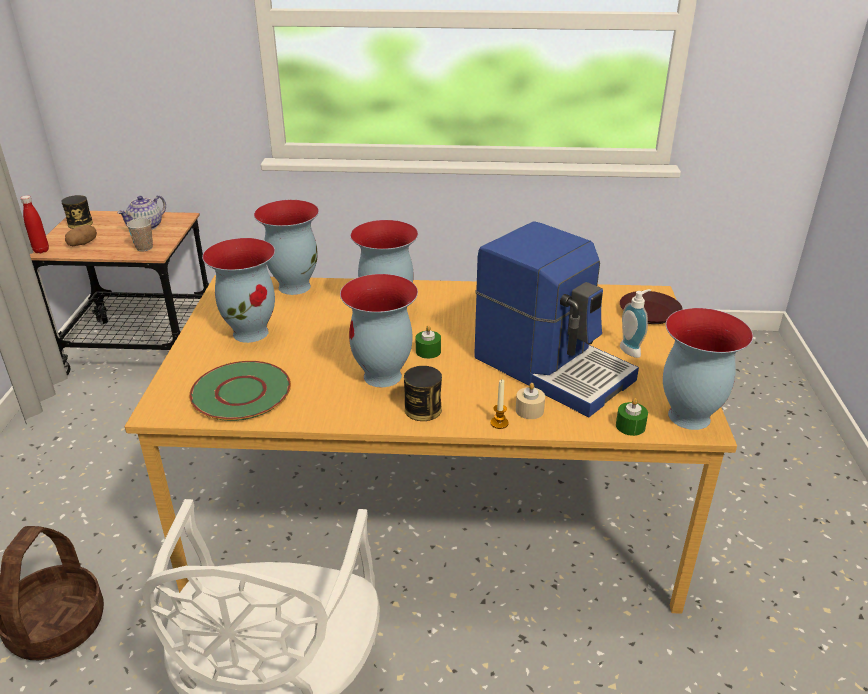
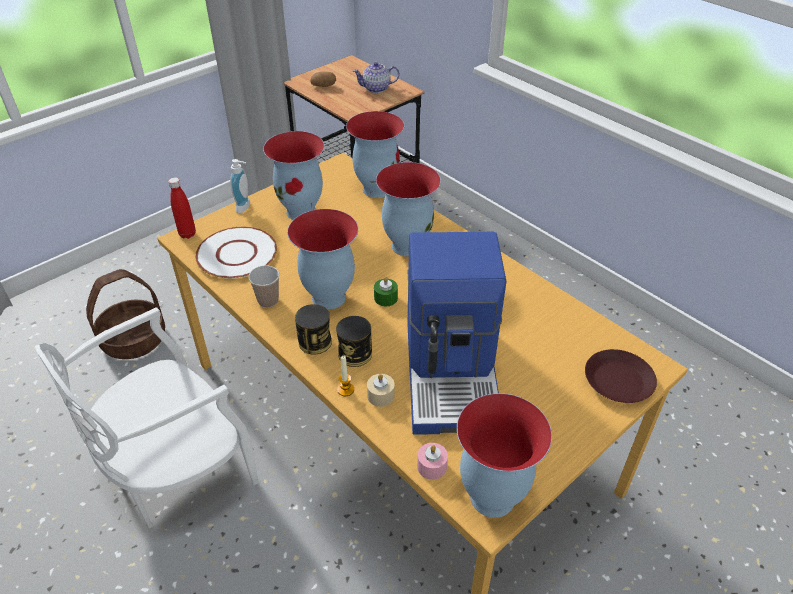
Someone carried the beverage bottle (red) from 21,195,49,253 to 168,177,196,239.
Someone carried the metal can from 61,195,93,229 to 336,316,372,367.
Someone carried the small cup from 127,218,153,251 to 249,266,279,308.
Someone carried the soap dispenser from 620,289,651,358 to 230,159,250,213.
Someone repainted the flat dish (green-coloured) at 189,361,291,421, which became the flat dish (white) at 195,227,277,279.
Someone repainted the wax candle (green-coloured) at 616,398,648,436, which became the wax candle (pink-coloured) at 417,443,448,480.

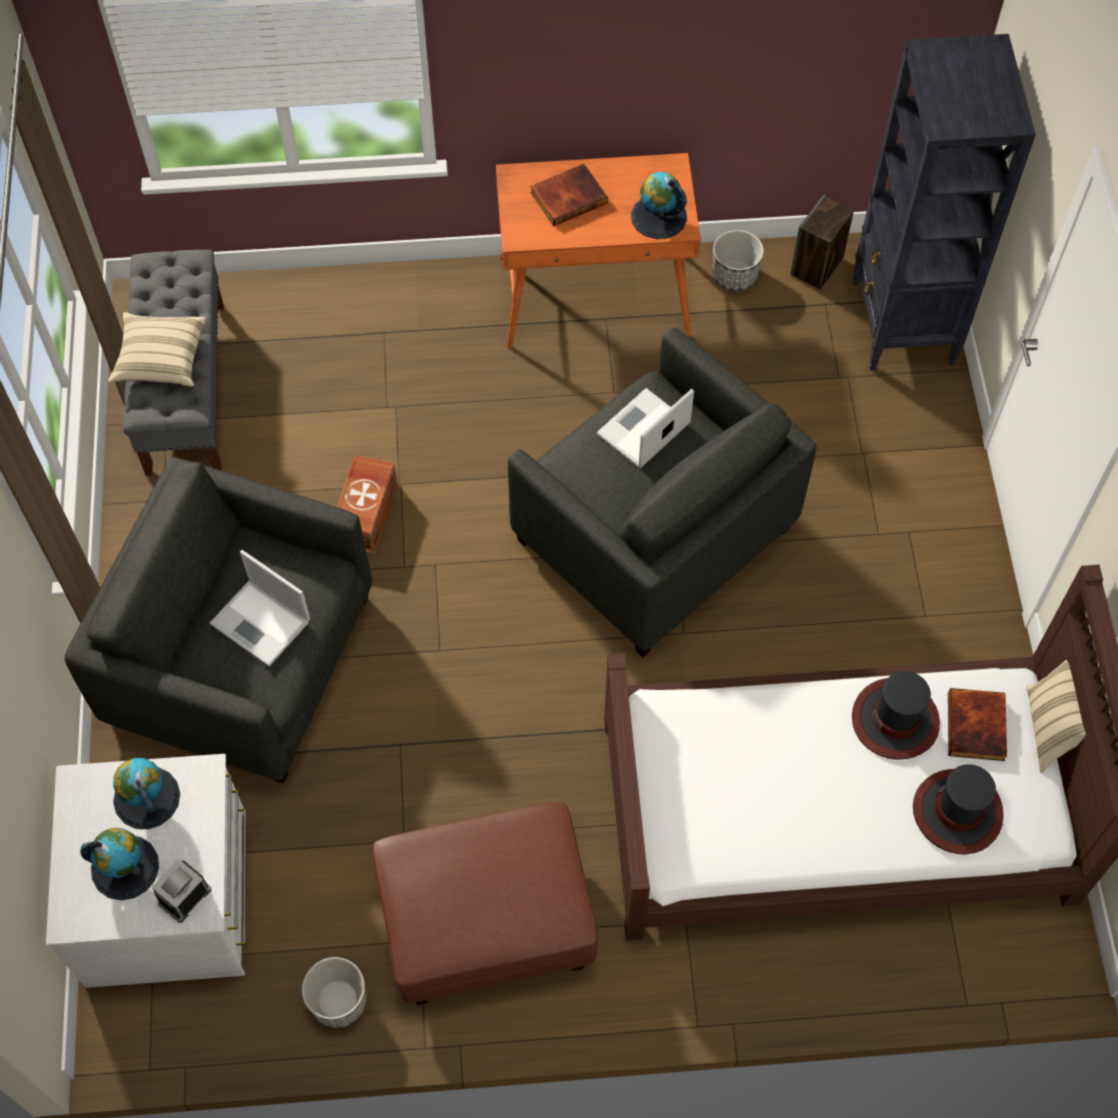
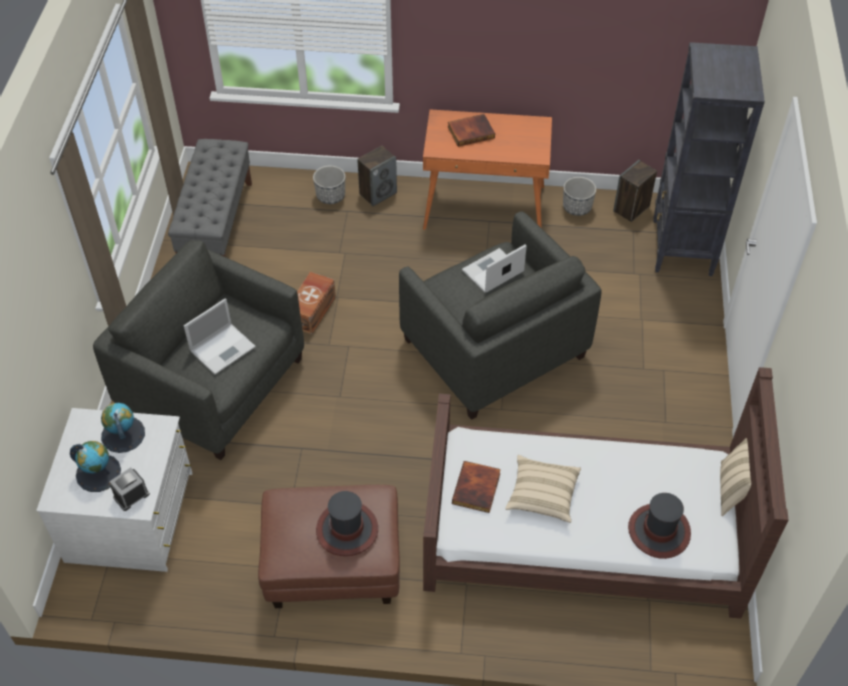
Someone took away the desk globe at 631,172,687,239.
Someone carried the cushion (sand-coloured) from 108,312,206,387 to 505,455,581,523.
Someone rotated the notebook computer at 209,550,310,666 by 90 degrees counterclockwise.
Someone carried the clothing hat from 852,671,940,760 to 316,491,378,556.
Someone carried the book from 948,688,1007,761 to 452,461,501,513.
Someone carried the plant pot from 302,957,366,1028 to 313,166,345,204.
Someone put down the loudspeaker at 357,146,397,206.

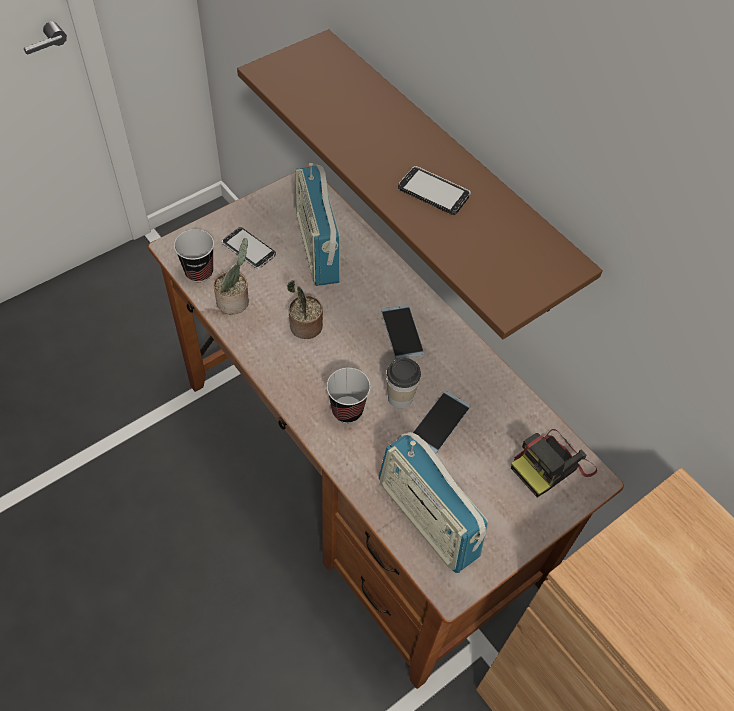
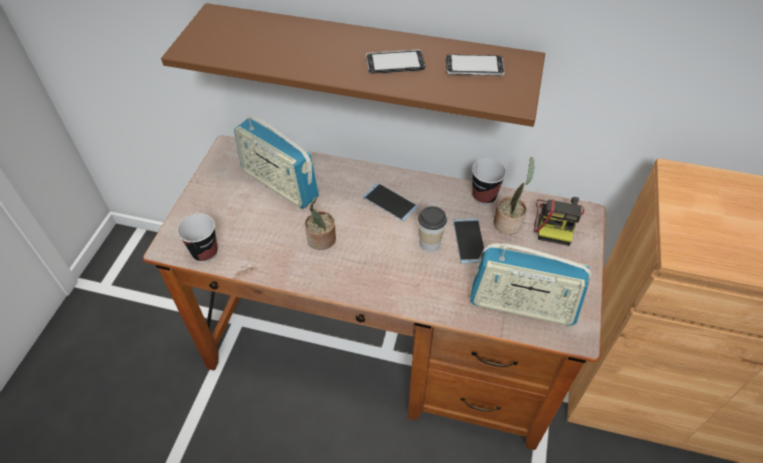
Someone carried the telephone from 222,227,276,269 to 446,54,505,76.
Someone carried the houseplant from 213,238,249,314 to 494,157,535,235.
Someone carried the small cup from 326,368,371,423 to 472,158,506,204.

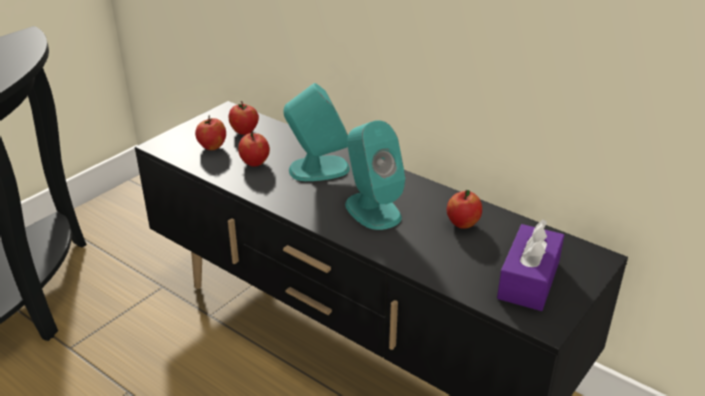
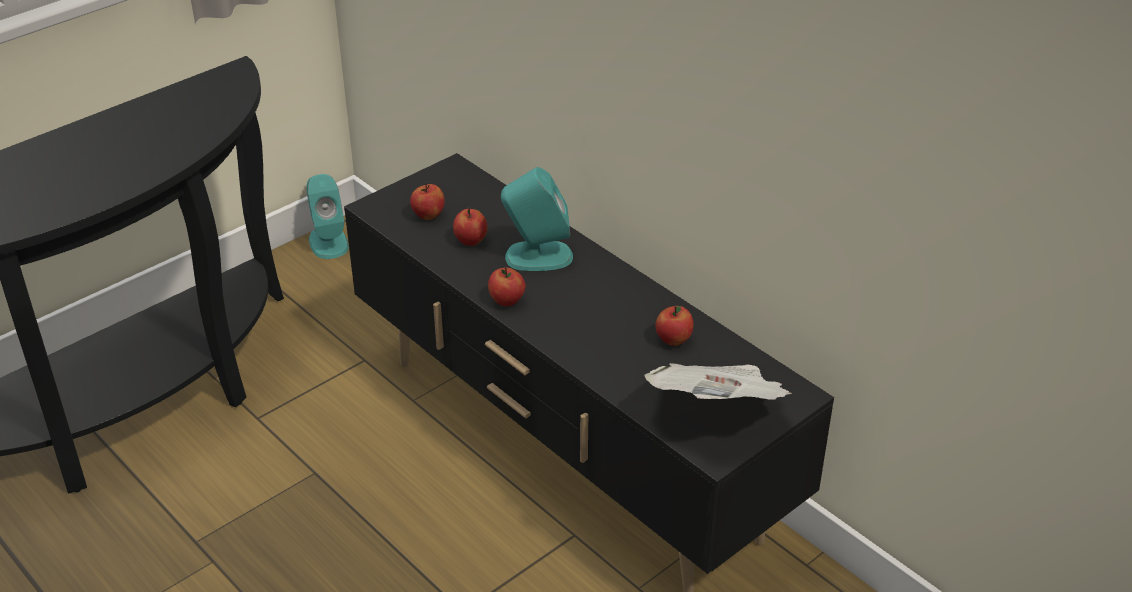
Someone carried the apple from 229,101,259,135 to 488,267,526,306.
Someone carried the loudspeaker (turquoise) from 345,120,406,230 to 307,174,349,259.
Someone swapped the tissue holder (purplish) at 497,219,564,311 for the printed paper at 645,363,792,400.

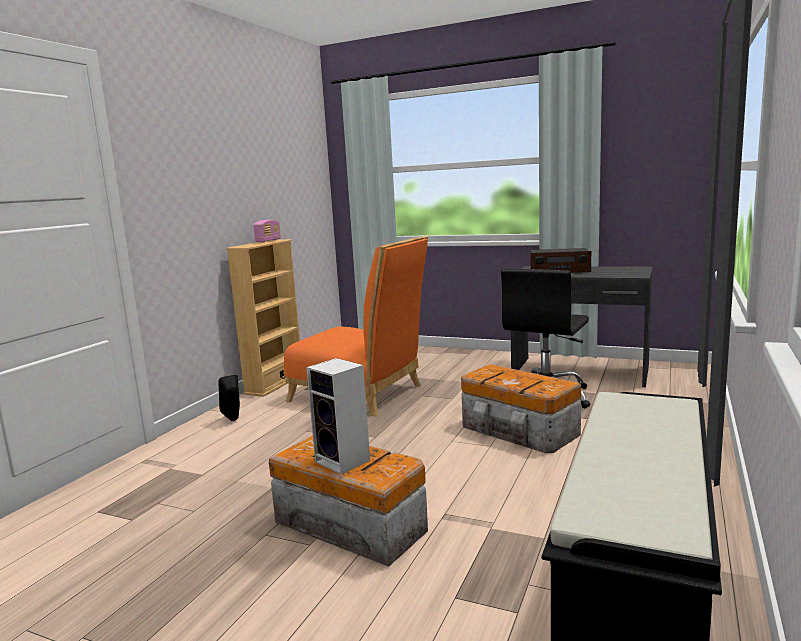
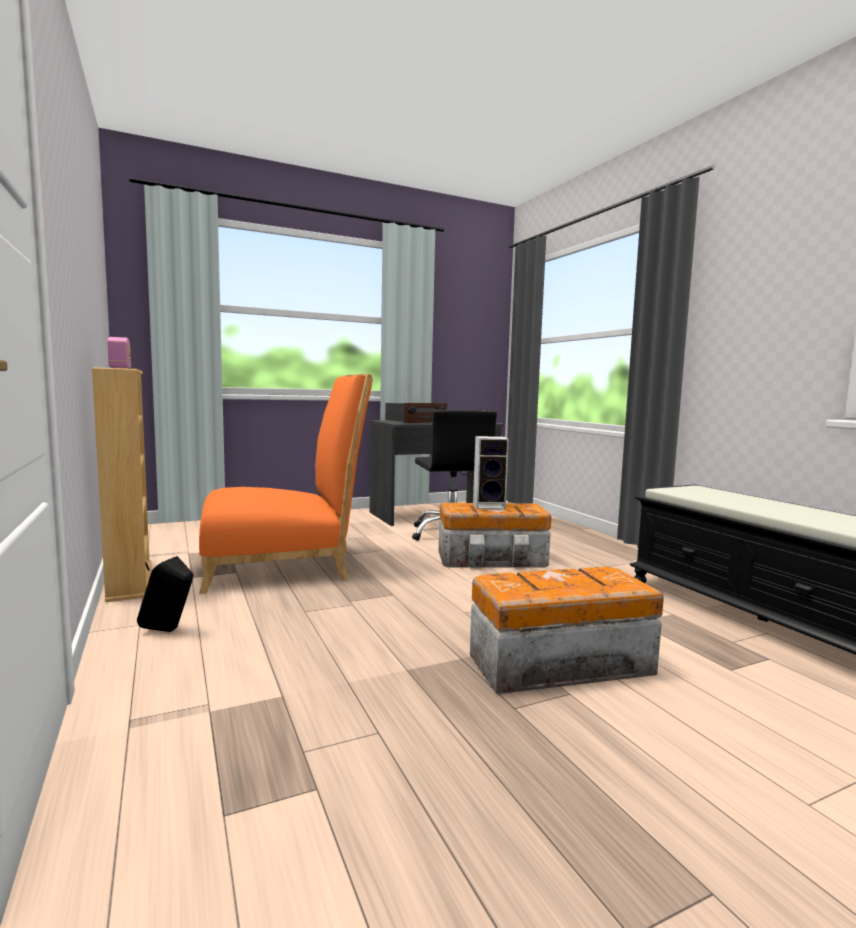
Someone carried the loudspeaker from 306,358,370,474 to 473,436,509,509.

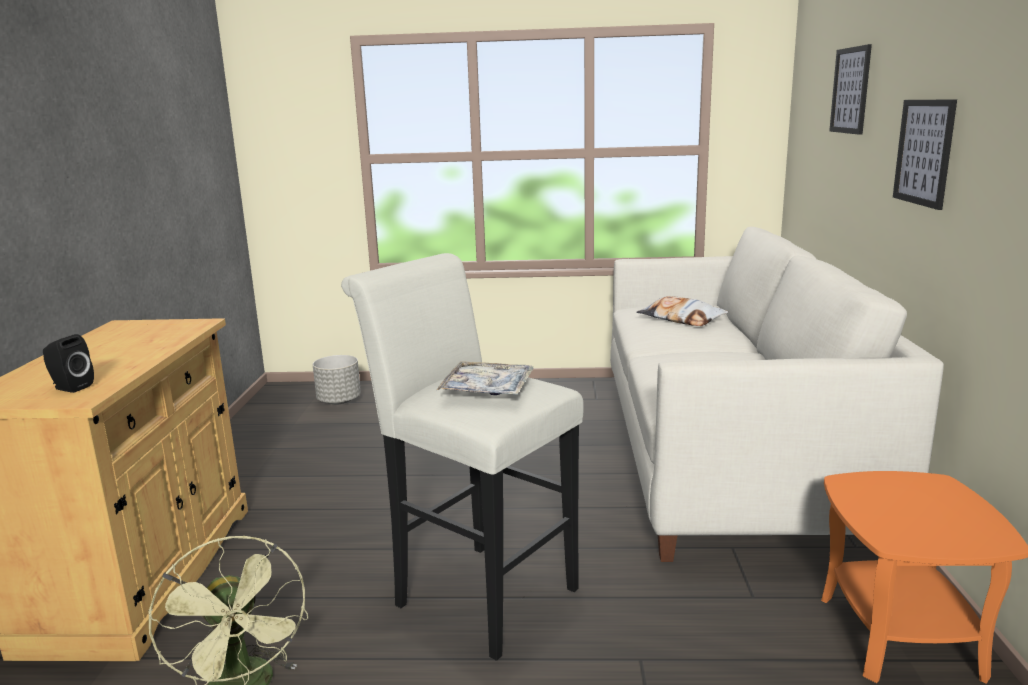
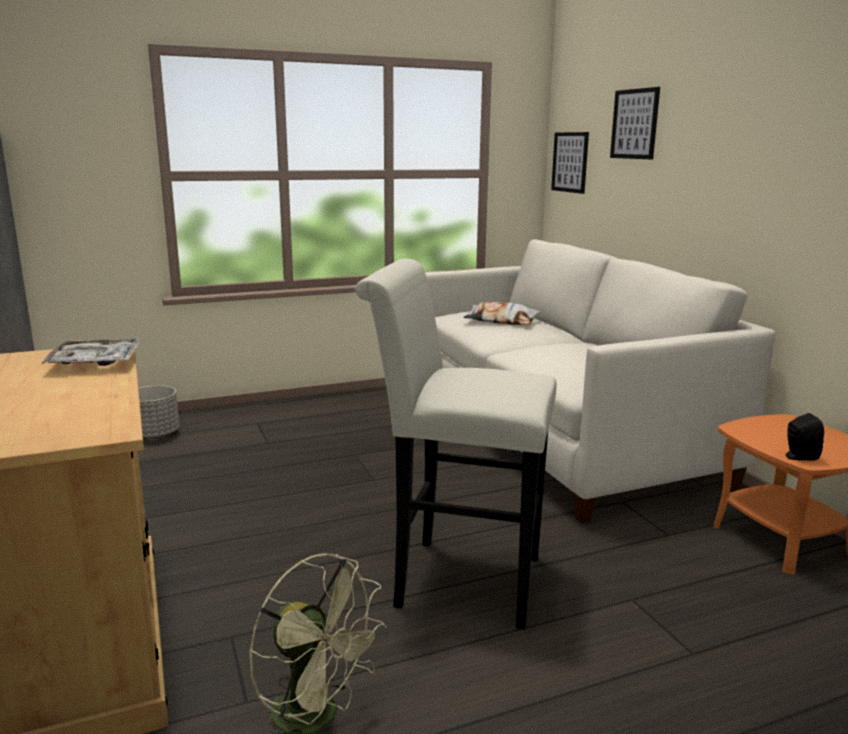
Someone carried the picture from 893,99,957,210 to 551,132,589,194.
Someone carried the loudspeaker (blackish) from 43,334,94,393 to 786,413,824,460.
Someone carried the serving tray from 437,361,533,395 to 41,339,141,366.

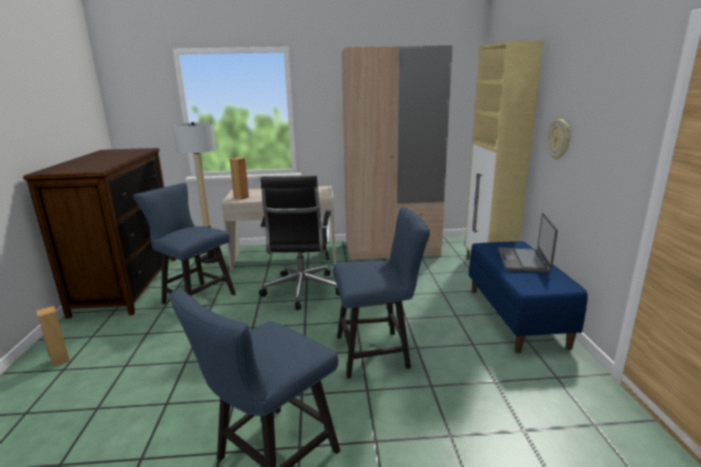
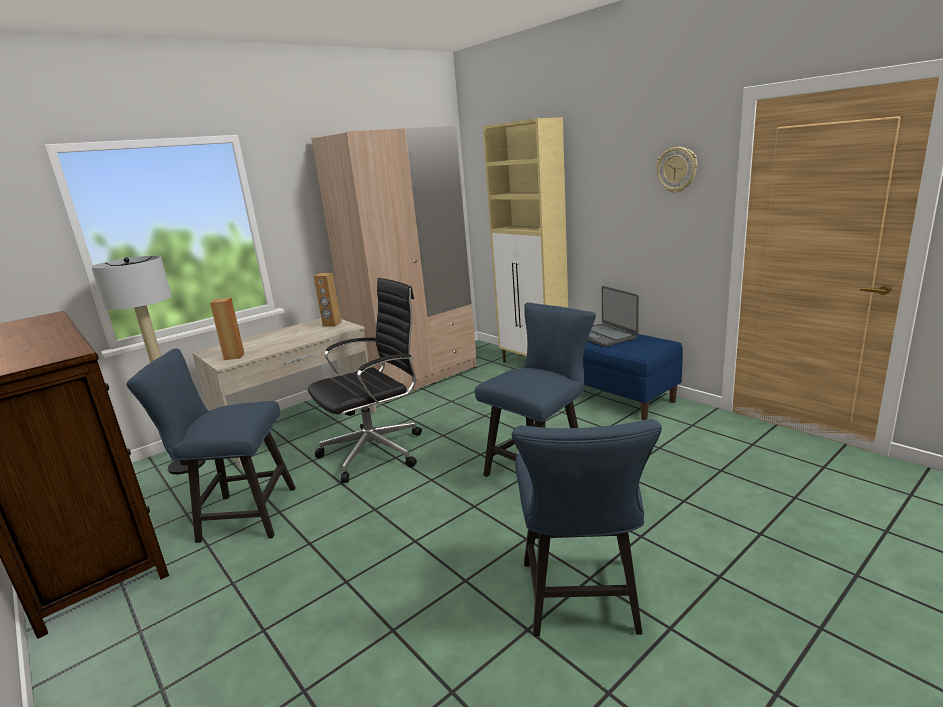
Someone carried the clock on the wall from 547,119,570,159 to 656,147,697,193.
Someone rotated the desk chair (blackish) at 259,176,340,310 by 90 degrees counterclockwise.
Someone carried the loudspeaker (brownish) from 37,306,70,367 to 314,273,342,326.

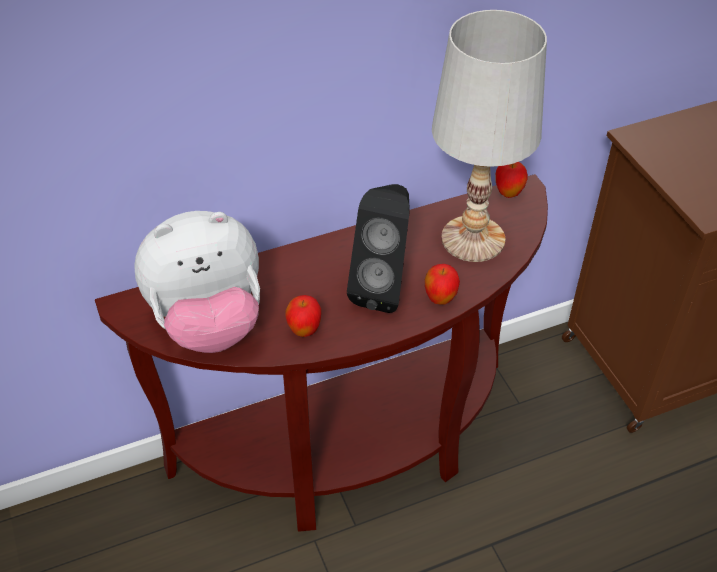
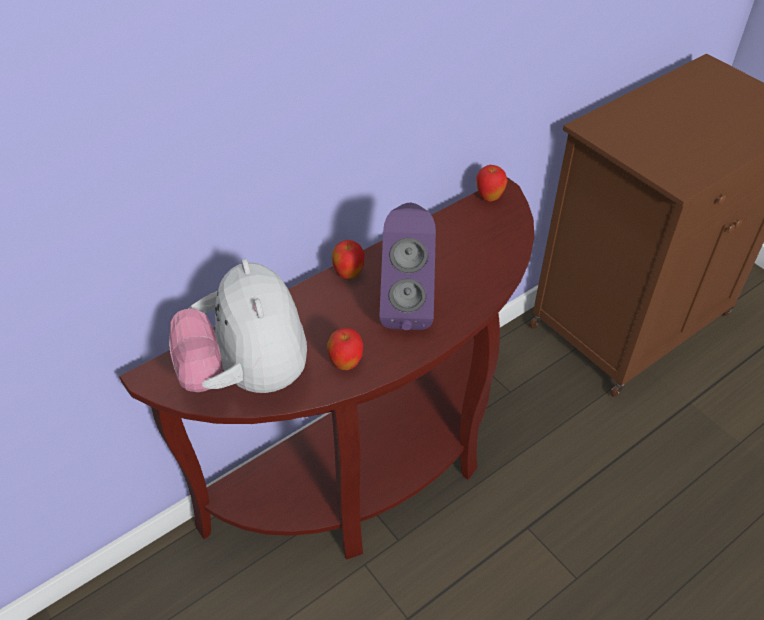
Someone took away the table lamp (white) at 432,10,547,262.
Someone repainted the loudspeaker (blackish) at 347,184,410,313, which became the loudspeaker (purplish) at 380,202,436,330.
Someone rotated the cuddly toy at 134,211,260,353 by 105 degrees clockwise.
Someone carried the apple from 425,264,460,305 to 332,240,365,279.

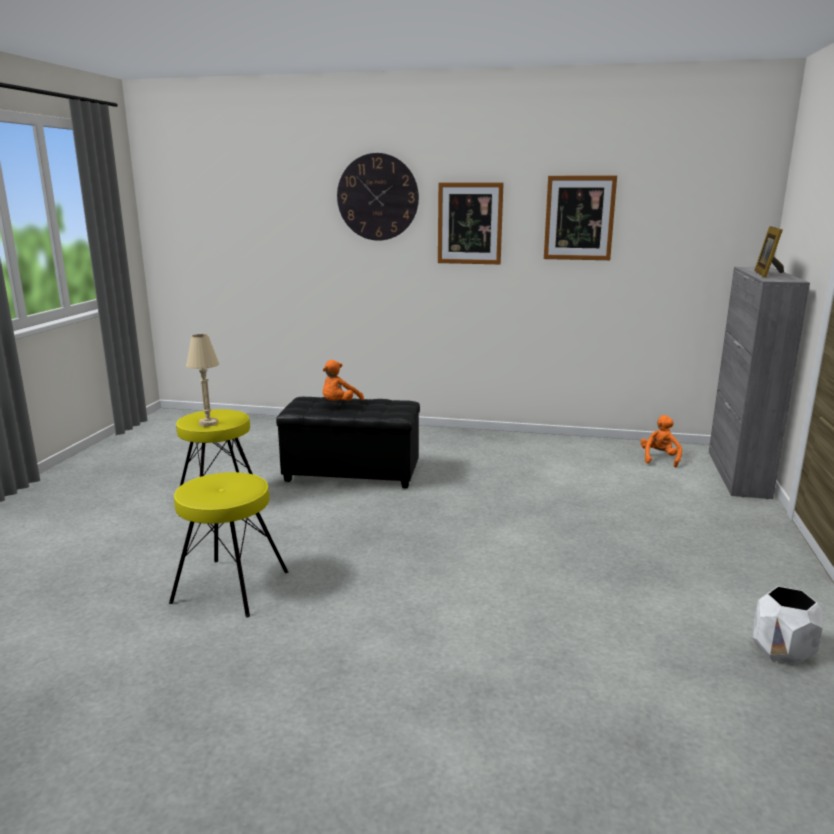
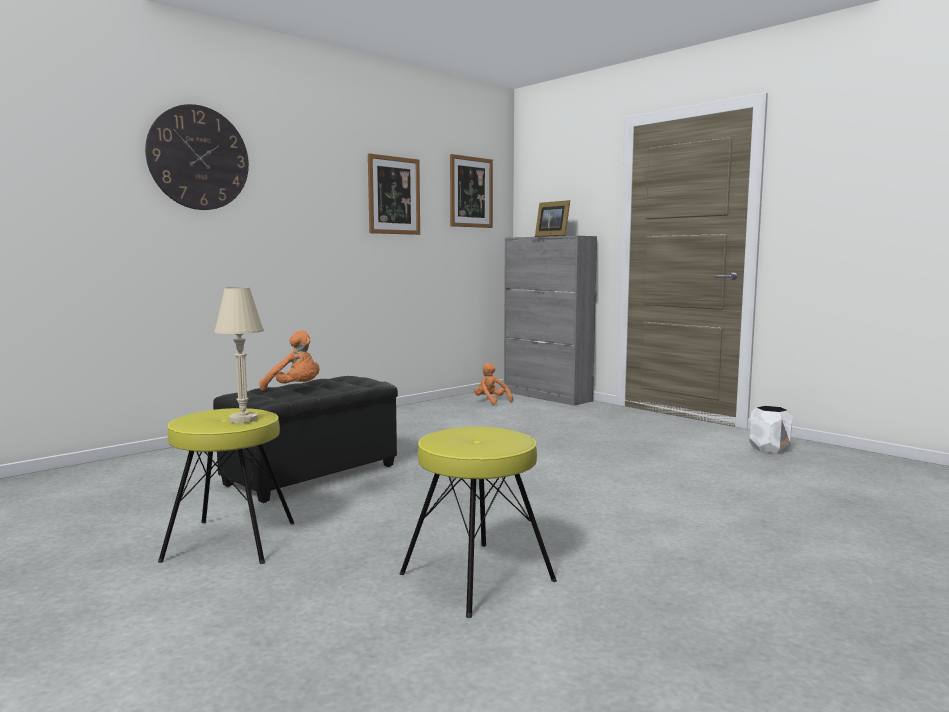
Someone carried the picture from 438,182,504,264 to 450,154,493,228.
Someone rotated the cuddly toy (orange-coloured) at 323,360,364,401 by 45 degrees counterclockwise.

